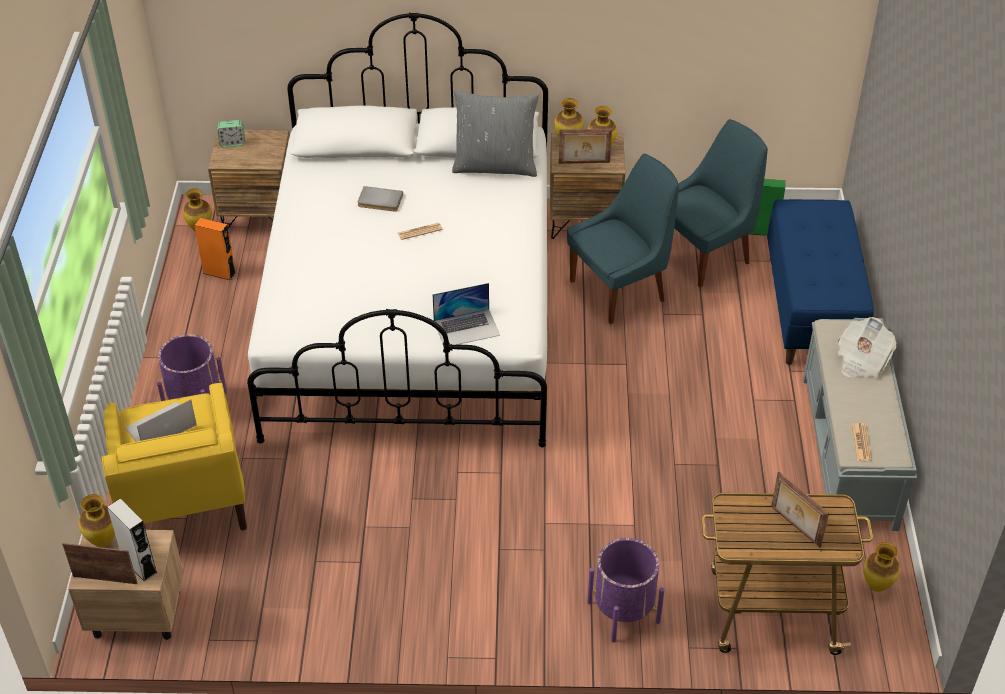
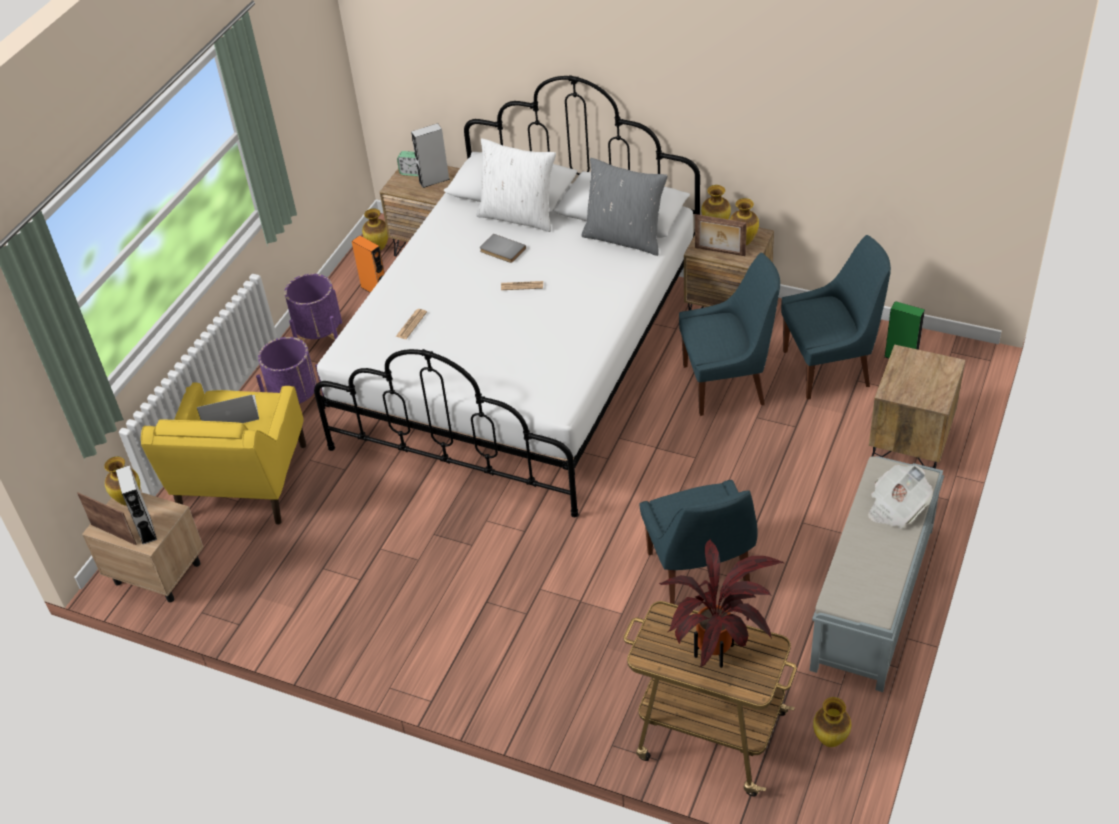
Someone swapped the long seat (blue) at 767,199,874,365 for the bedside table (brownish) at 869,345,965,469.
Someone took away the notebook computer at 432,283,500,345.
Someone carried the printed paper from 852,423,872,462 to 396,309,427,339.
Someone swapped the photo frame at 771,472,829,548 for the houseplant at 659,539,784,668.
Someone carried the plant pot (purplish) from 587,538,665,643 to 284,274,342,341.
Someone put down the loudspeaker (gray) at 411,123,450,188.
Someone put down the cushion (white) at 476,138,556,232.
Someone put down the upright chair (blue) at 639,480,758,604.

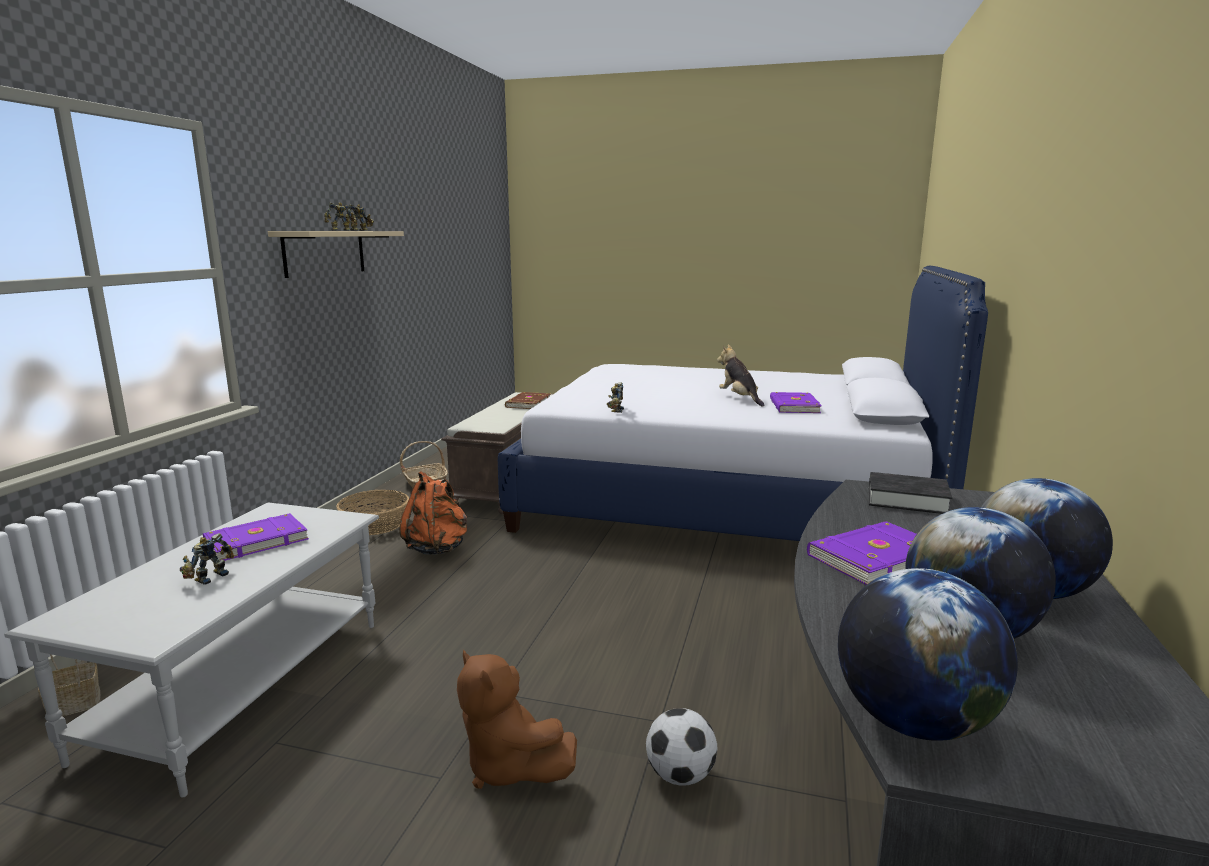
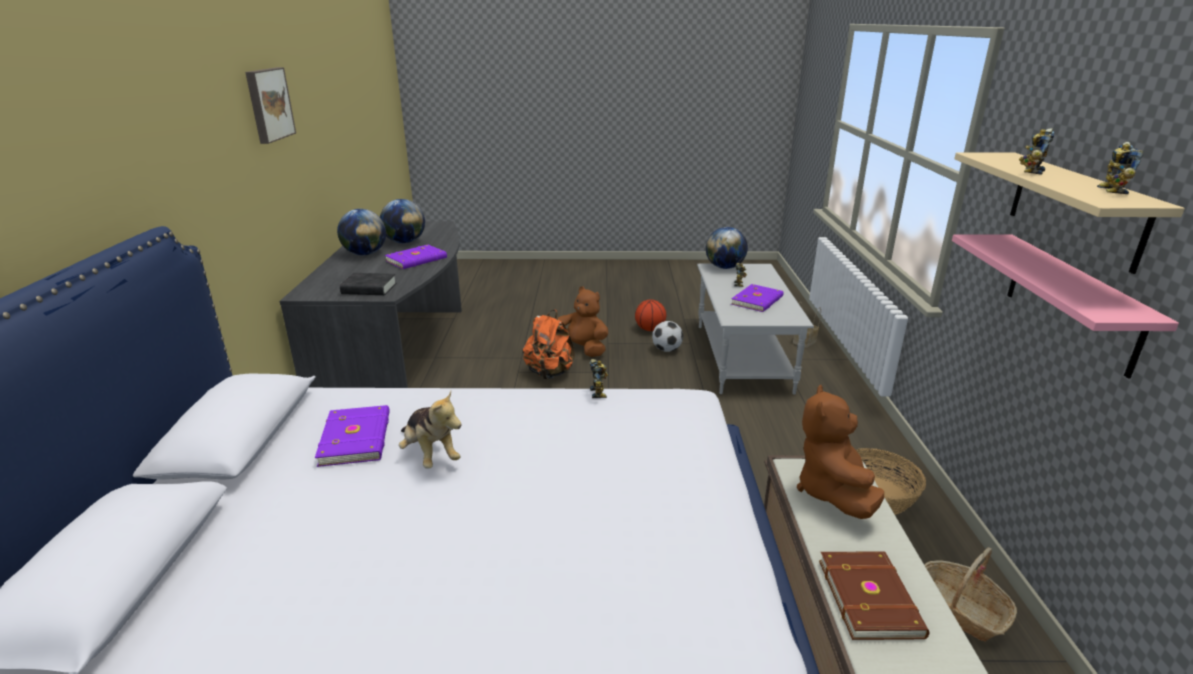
Someone carried the rucksack (orange-coloured) from 400,471,467,555 to 523,310,575,379.
Someone carried the desk globe from 838,568,1017,741 to 706,227,748,269.
Someone carried the ball for football from 646,708,717,786 to 652,321,683,352.
Someone put up the picture at 245,67,296,144.
Someone put up the bracket shelf (pink-coloured) at 952,234,1179,378.
Someone put down the basketball at 635,300,666,331.
Someone put down the cuddly toy (brownish) at 797,385,884,519.

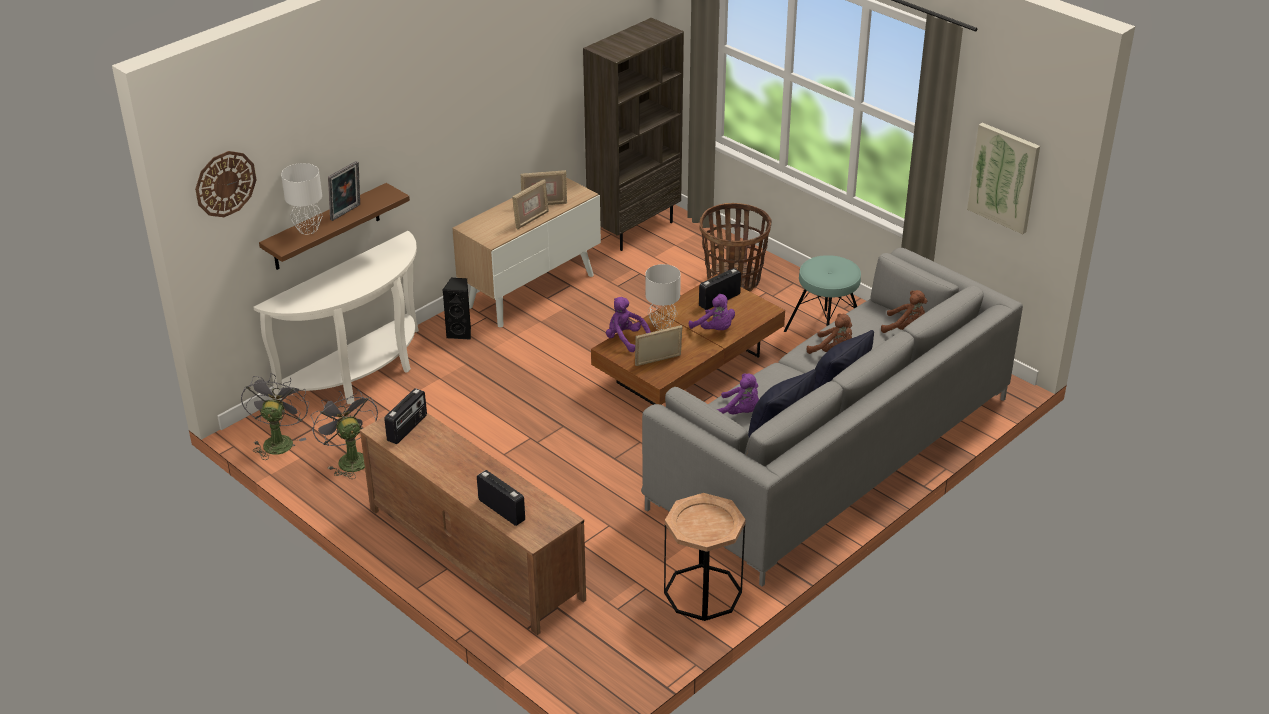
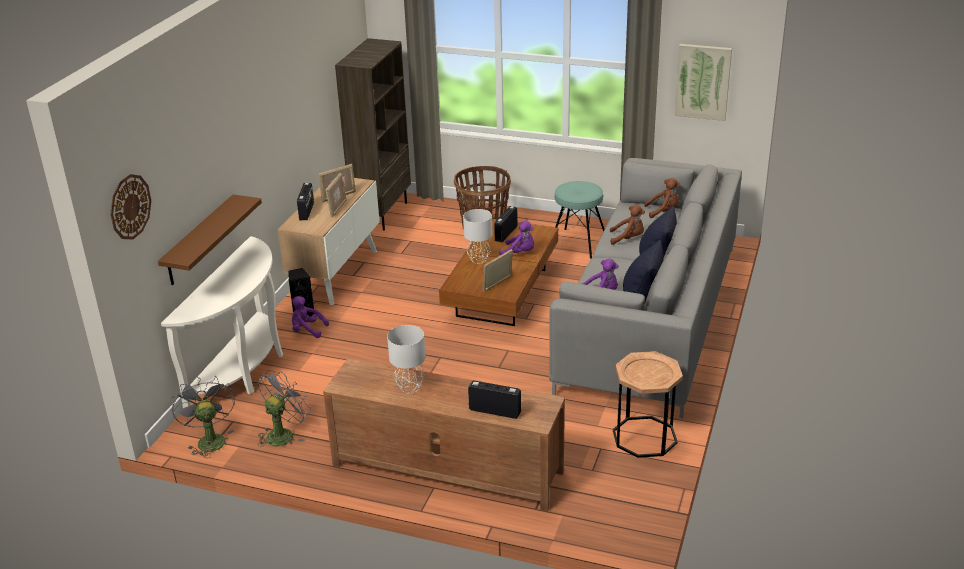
Someone took away the photo frame at 328,161,360,221.
Someone carried the table lamp (gray) from 281,163,323,234 to 387,325,426,394.
Someone carried the cuddly toy (purplish) from 606,297,651,352 to 291,296,329,338.
Someone carried the radio receiver from 384,388,427,444 to 297,183,314,220.
Someone rotated the cooling fan (gray) at 311,391,378,479 by 90 degrees clockwise.

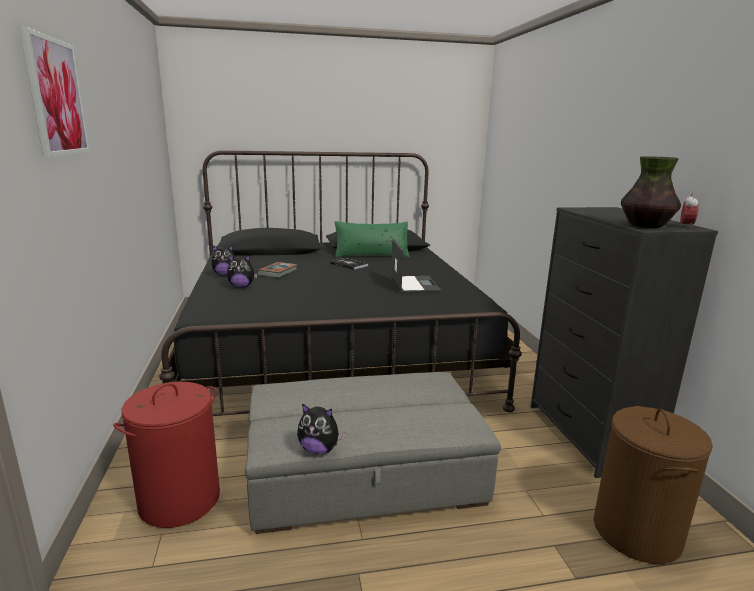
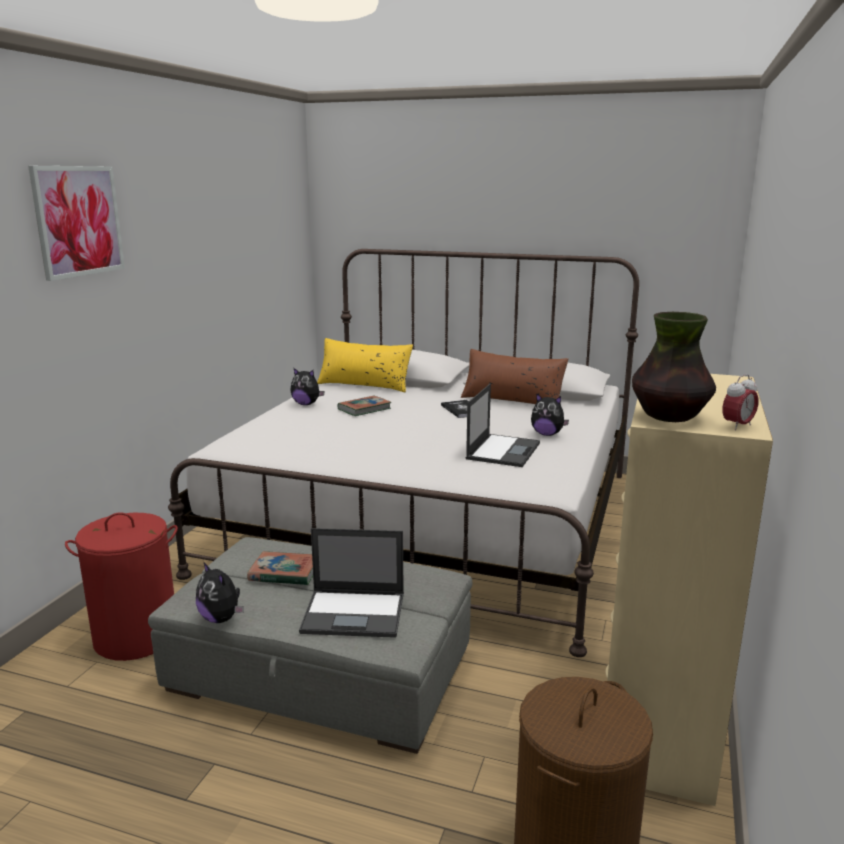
Someone repainted the sleeping bed (blackish) at 159,150,522,416, which became the sleeping bed (white) at 168,249,639,657.
Someone repainted the chest of drawers (blackish) at 531,207,718,478, which became the chest of drawers (sand-coloured) at 606,374,773,806.
Someone repainted the cushion (green-coloured) at 335,221,410,258, which became the cushion (brownish) at 461,349,568,404.
Someone carried the cuddly toy from 227,255,258,288 to 531,393,569,436.
Someone put down the cushion (yellow-coloured) at 317,338,413,392.
Someone put down the notebook computer at 299,528,404,638.
Someone put down the book at 247,551,313,585.

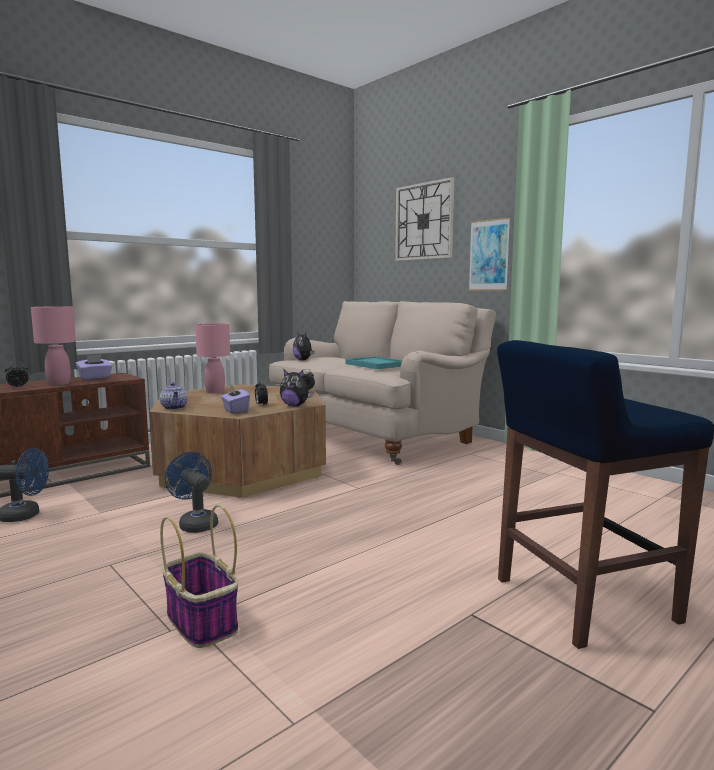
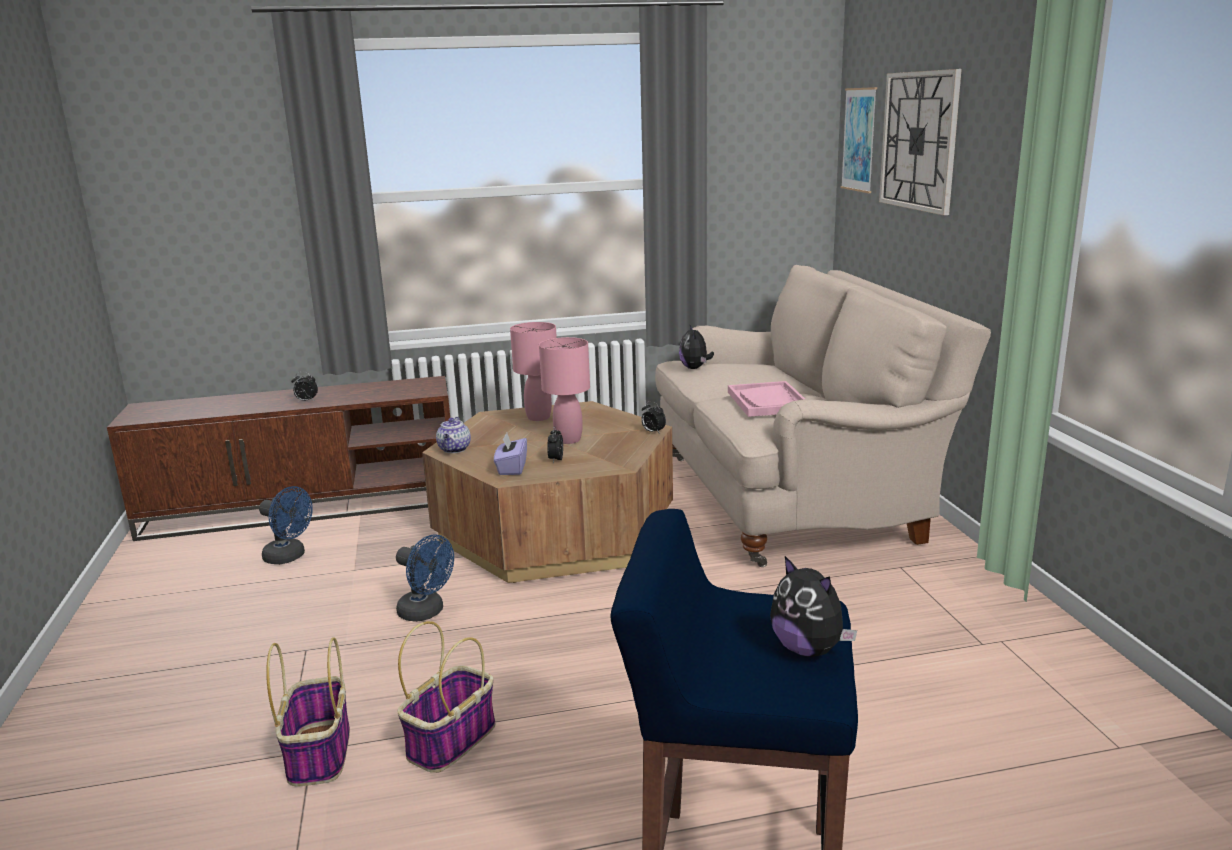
Someone carried the picture from 469,217,510,291 to 841,87,877,193.
Someone carried the table lamp (pink-coloured) from 31,306,76,385 to 539,337,590,444.
Someone took away the tissue holder (purplish) at 76,355,112,379.
Someone repainted the serving tray (turquoise) at 346,356,402,369, which became the serving tray (pink-coloured) at 728,381,805,417.
Someone carried the cuddly toy from 280,370,313,406 to 770,556,857,657.
Someone rotated the cooling fan (blue) at 165,452,218,533 by 135 degrees clockwise.
Someone put down the basket at 397,621,496,773.

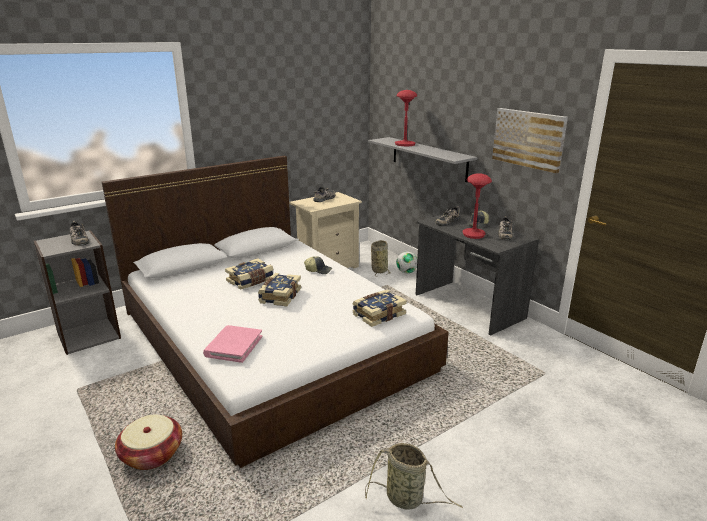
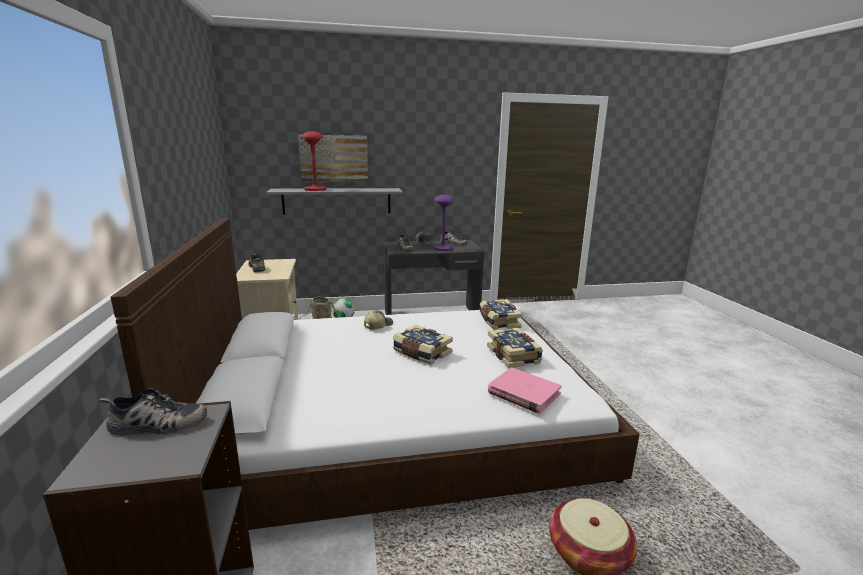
Someone carried the picture from 492,108,568,173 to 298,135,368,181.
Someone repainted the table lamp (red) at 463,173,492,239, which became the table lamp (purplish) at 433,195,455,251.
Someone carried the book from 225,258,274,290 to 487,328,543,368.
Someone took away the basket at 365,443,463,510.

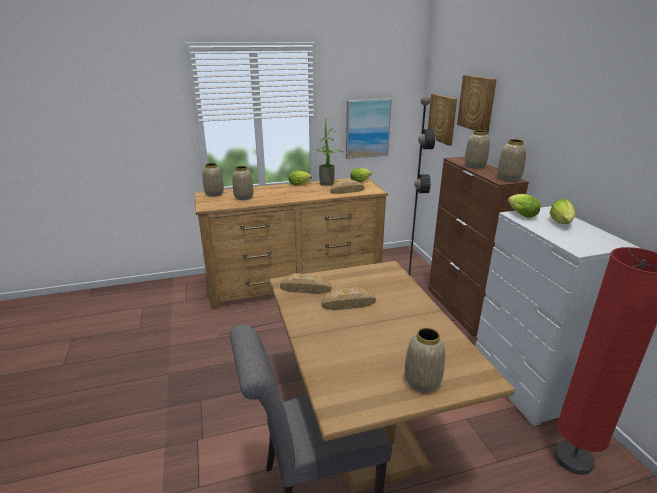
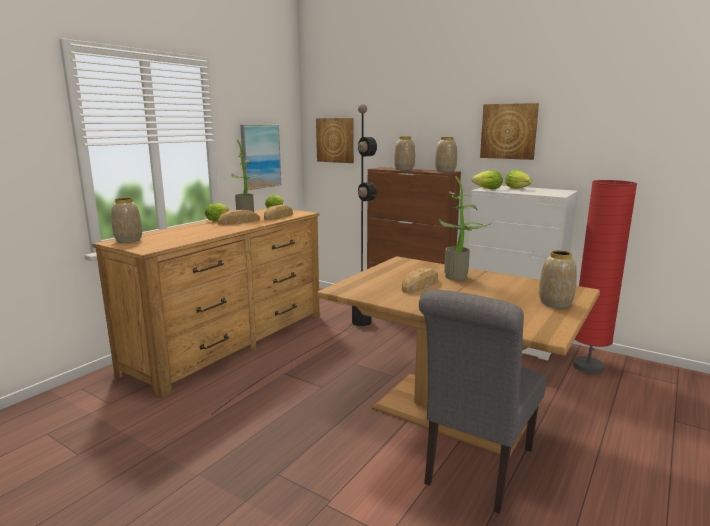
Someone carried the picture from 457,75,497,134 to 480,103,539,160.
Someone took away the vase at 232,166,253,200.
Someone carried the bakery bread from 280,273,331,294 to 218,209,260,225.
Someone put down the houseplant at 438,176,490,280.

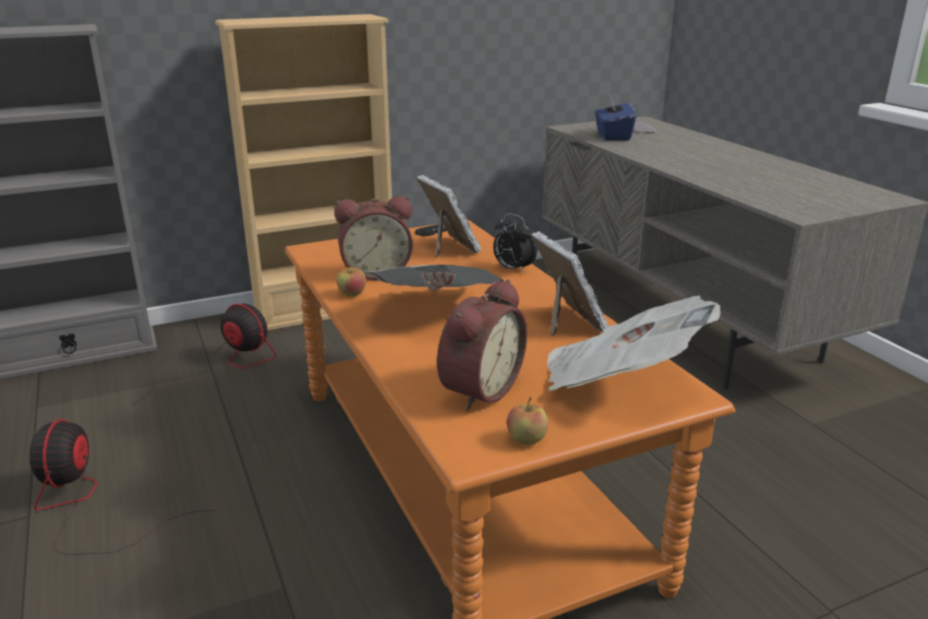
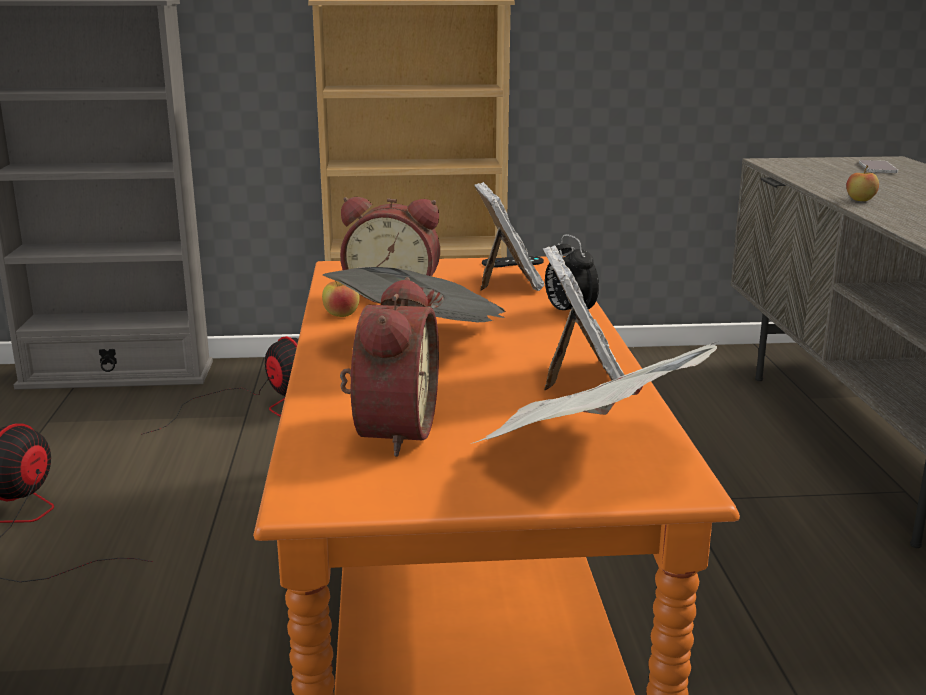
Someone took away the tissue holder (blue) at 595,93,636,141.
Someone rotated the bedside clock at 437,279,527,411 by 45 degrees counterclockwise.
Someone carried the apple from 507,397,548,445 to 846,165,879,201.

